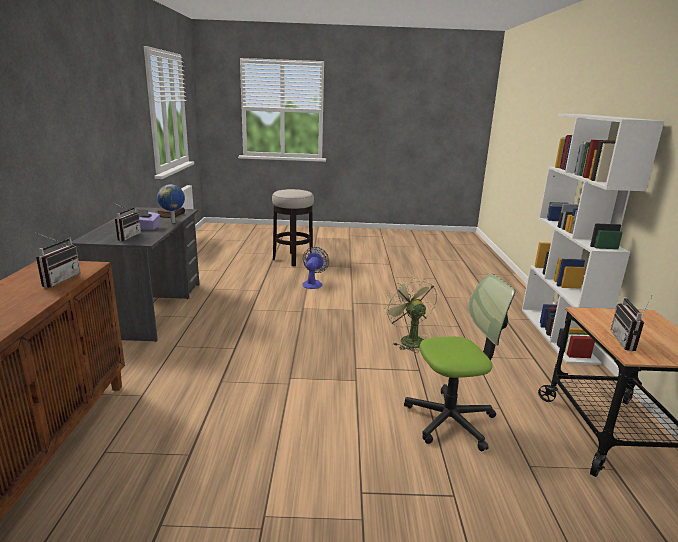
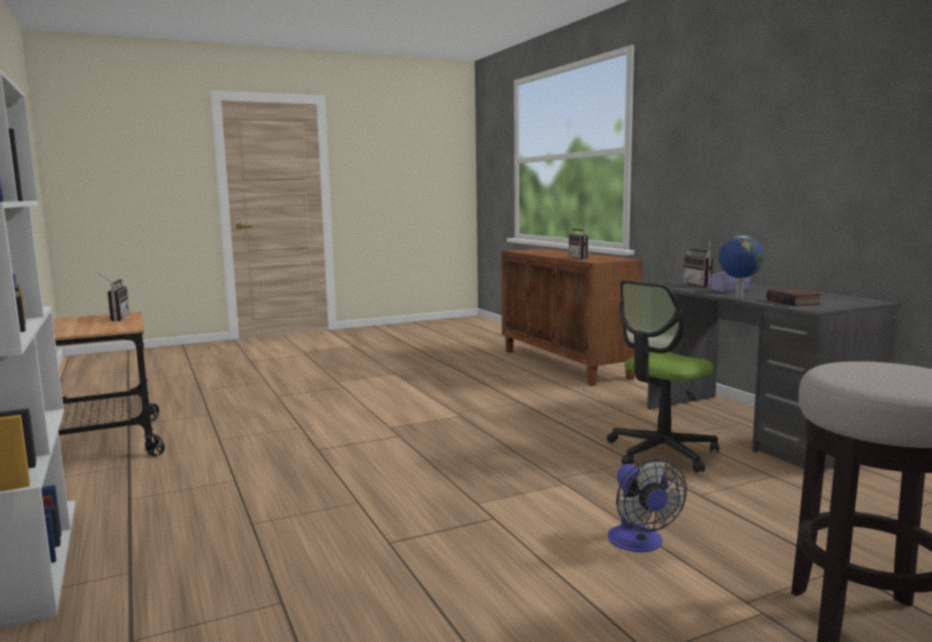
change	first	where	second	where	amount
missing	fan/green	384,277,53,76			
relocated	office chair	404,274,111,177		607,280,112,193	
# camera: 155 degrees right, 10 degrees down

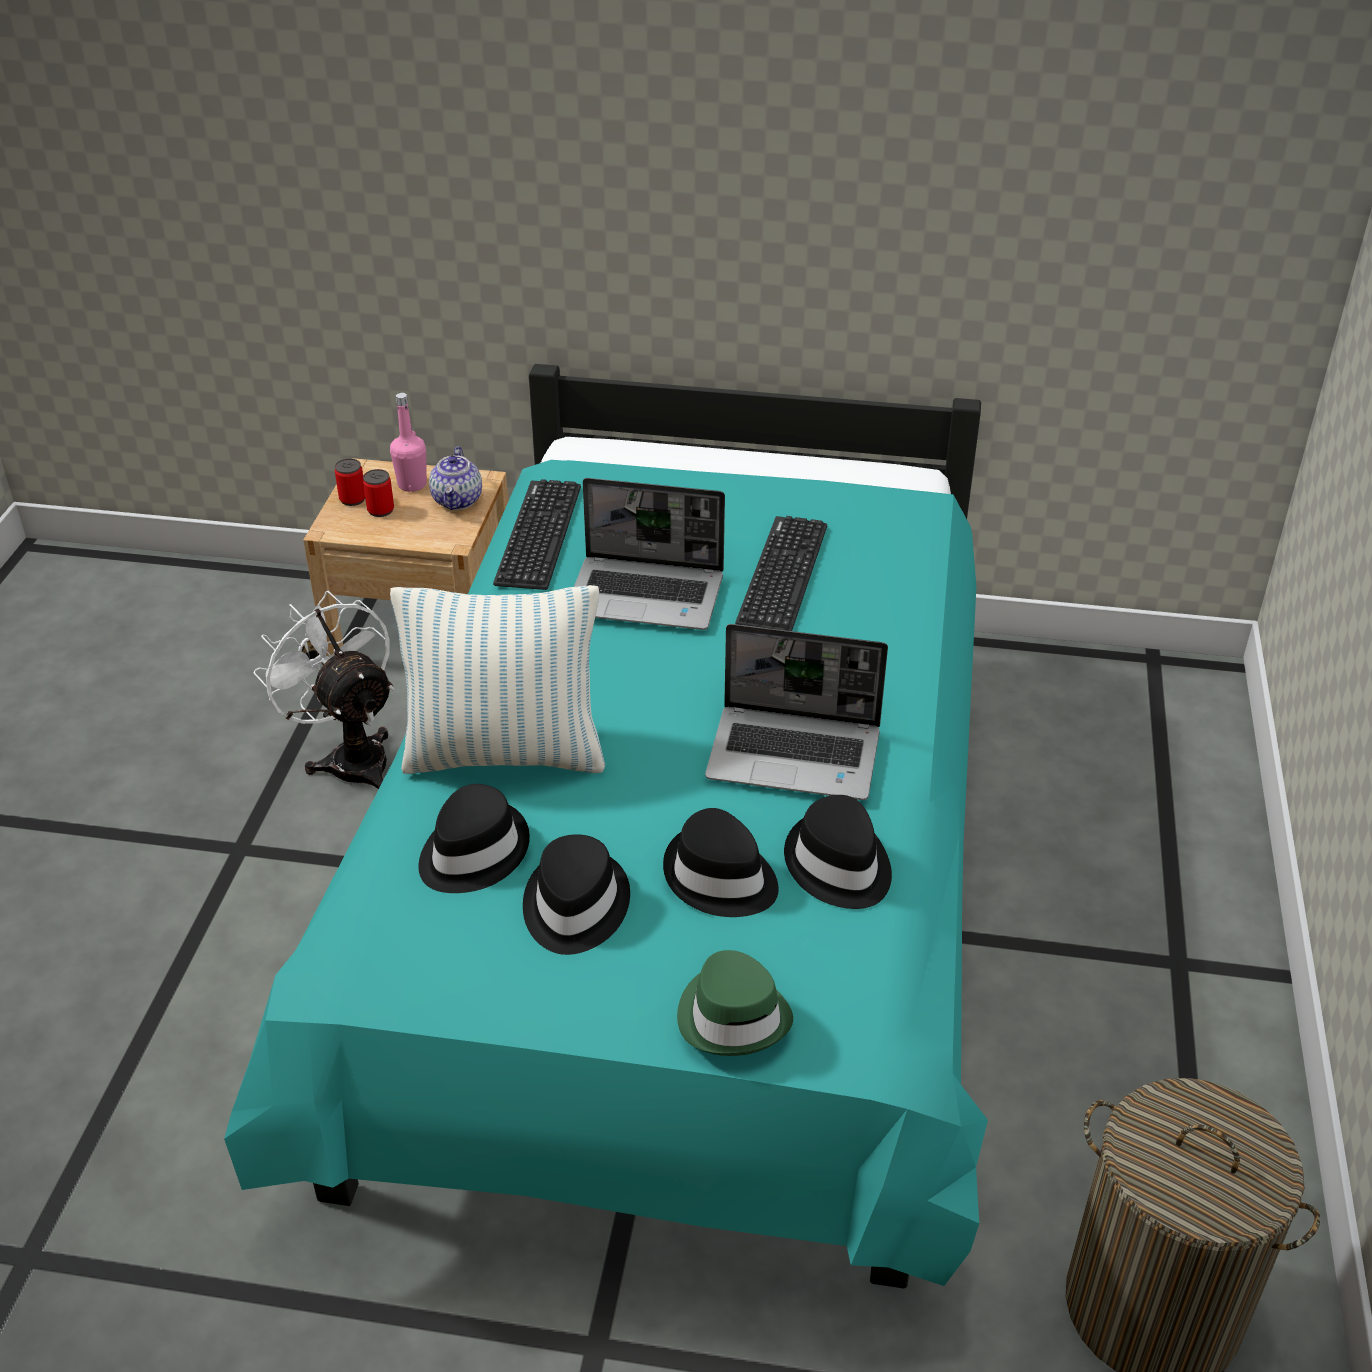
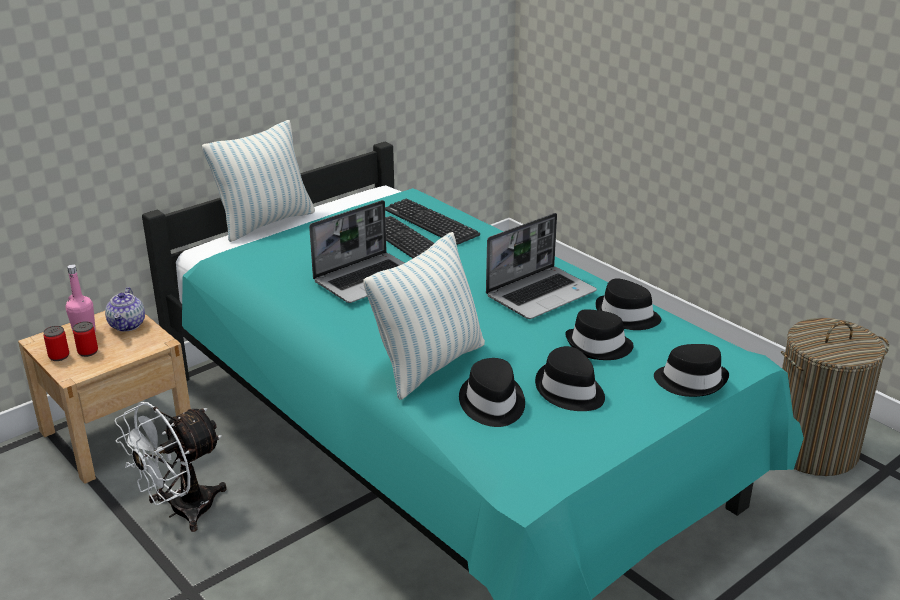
change	first	where	second	where	amount
appeared			pillow	202,120,113,122	
relocated	keyboard	493,479,88,111		385,199,95,46	
colour	hat/green	677,950,116,106	hat/black	654,344,75,53	
spun	fan/white	254,591,140,198		115,402,111,130	45 degrees counterclockwise
spun	teapot	429,447,53,63		105,287,40,44	45 degrees clockwise
# camera: 50 degrees left, 10 degrees down

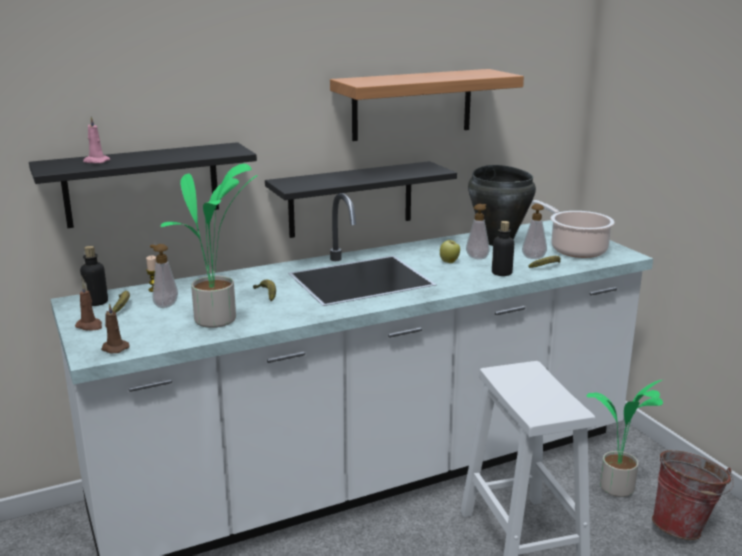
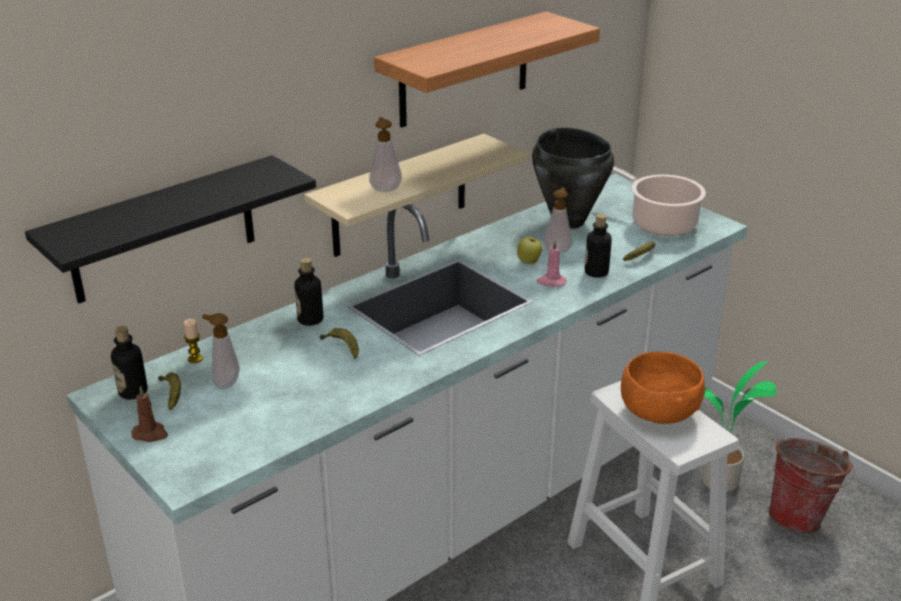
change	first	where	second	where	amount
missing	candle/brown	101,303,29,50			
missing	potted plant	160,164,98,164			
appeared			bottle	294,258,29,68	
appeared			bowl/orange	621,352,84,72	
relocated	candle/pink	83,116,27,47		537,240,29,47	
relocated	soap dispenser	522,203,25,56		369,117,33,75	
colour	shelf/black	265,161,192,77	shelf/beige	304,134,225,123	
# camera: 15 degrees left, 10 degrees up

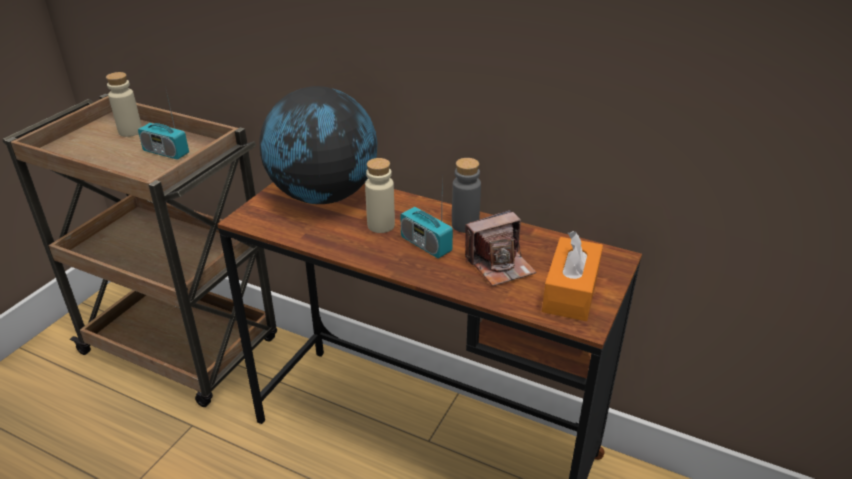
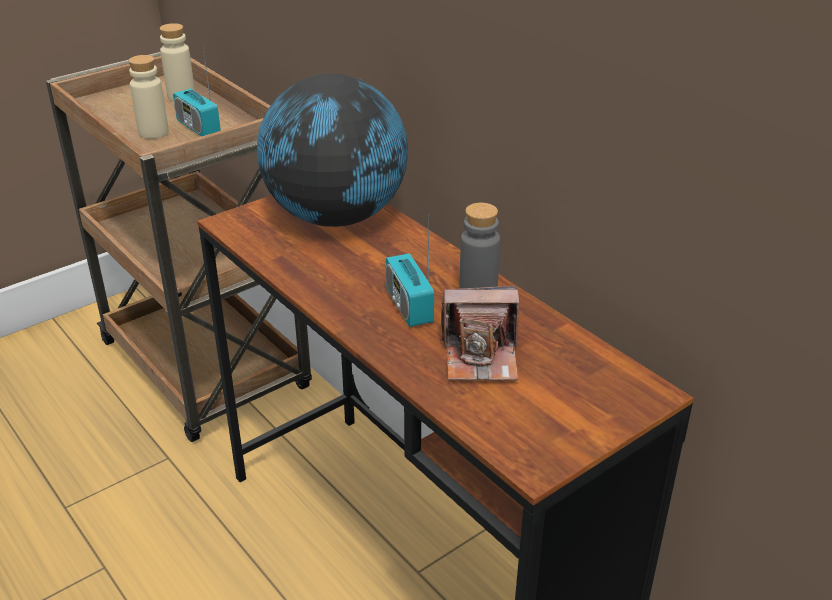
change	first	where	second	where	amount
missing	tissue box/orange	542,231,61,90			
relocated	bottle/beige	365,158,30,75		129,55,40,84	
# camera: 25 degrees right, 0 degrees up

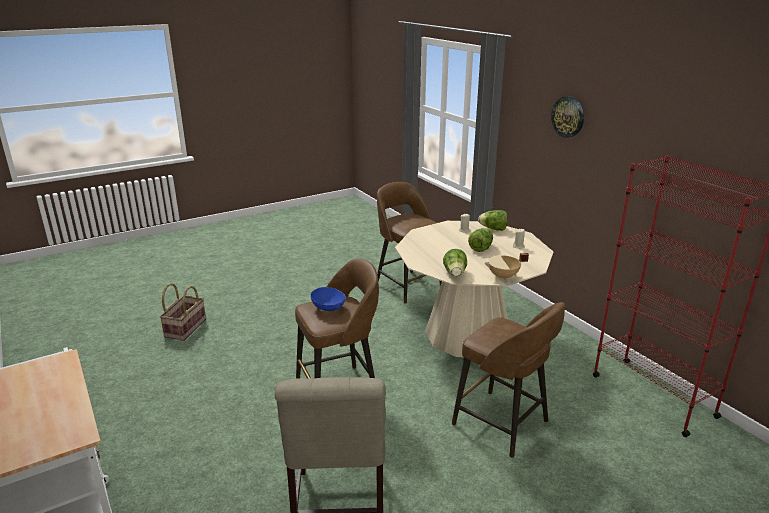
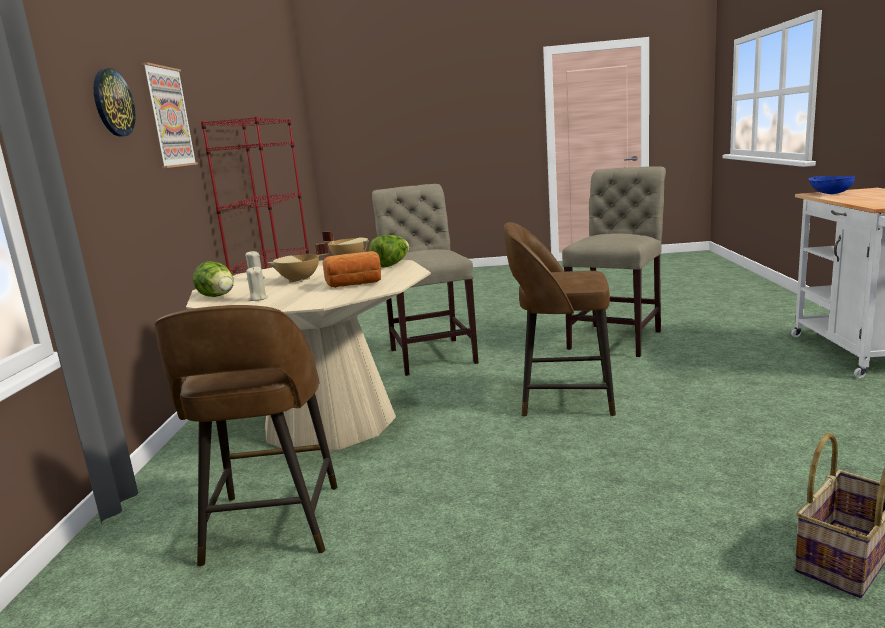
change	first	where	second	where	amount
appeared			picture	142,62,56,106	
appeared			bread	323,251,58,37	
relocated	bowl/blue	311,287,35,24		809,176,46,18	
exchanged	stool/brown	452,302,113,156	chair/beige	372,184,106,192	
exchanged	lettuce	468,228,25,24	cooking pot/beige	268,242,60,41	
# camera: 145 degrees left, 10 degrees down

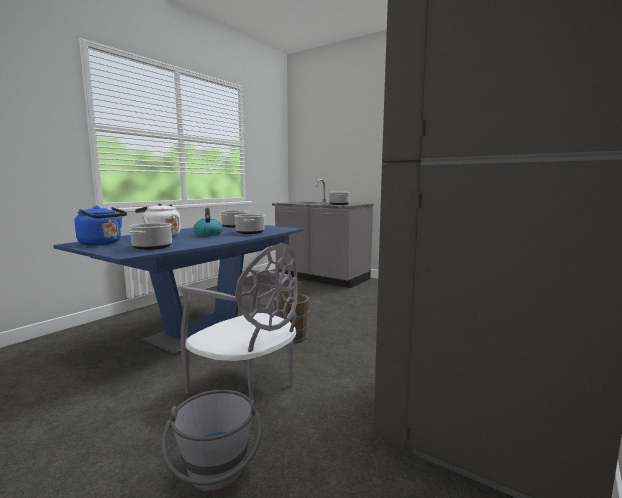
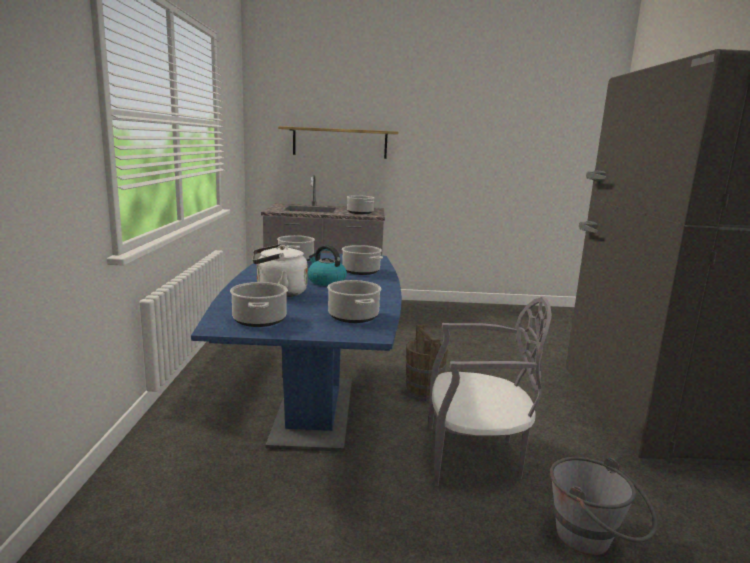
change	first	where	second	where	amount
appeared			shelf	278,126,121,33	
exchanged	kettle/blue	75,206,52,40	cooking pot	230,282,58,45	
# camera: 35 degrees left, 5 degrees up

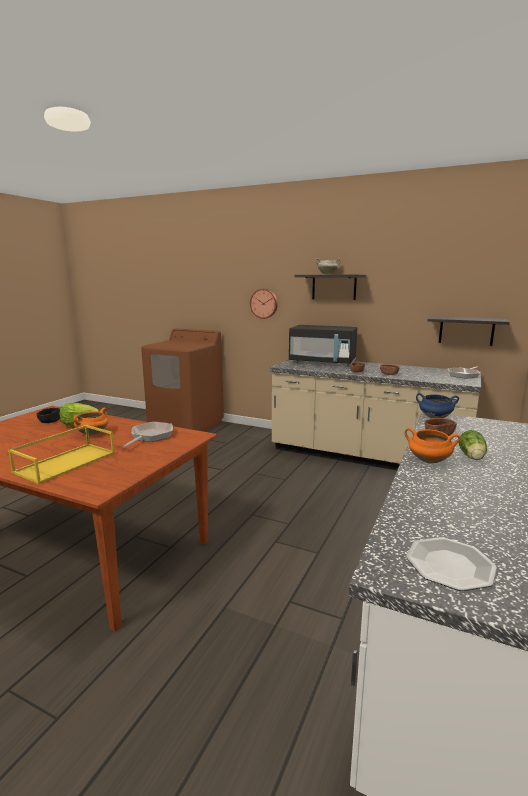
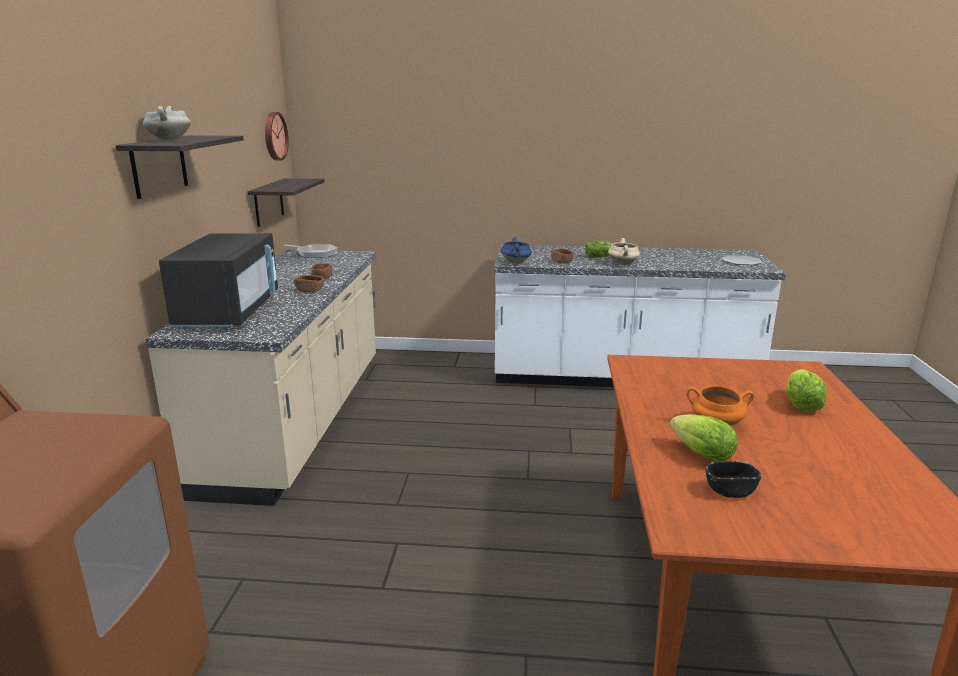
change	first	where	second	where	amount
missing	frying pan	123,422,50,25			
relocated	wall clock	250,289,28,30		265,112,24,49	
exchanged	tray/yellow	8,425,107,59	lettuce	787,369,40,43	
colour	cooking pot/orange	404,428,57,36	cooking pot/beige	608,238,32,27	
# camera: 110 degrees left, 5 degrees up

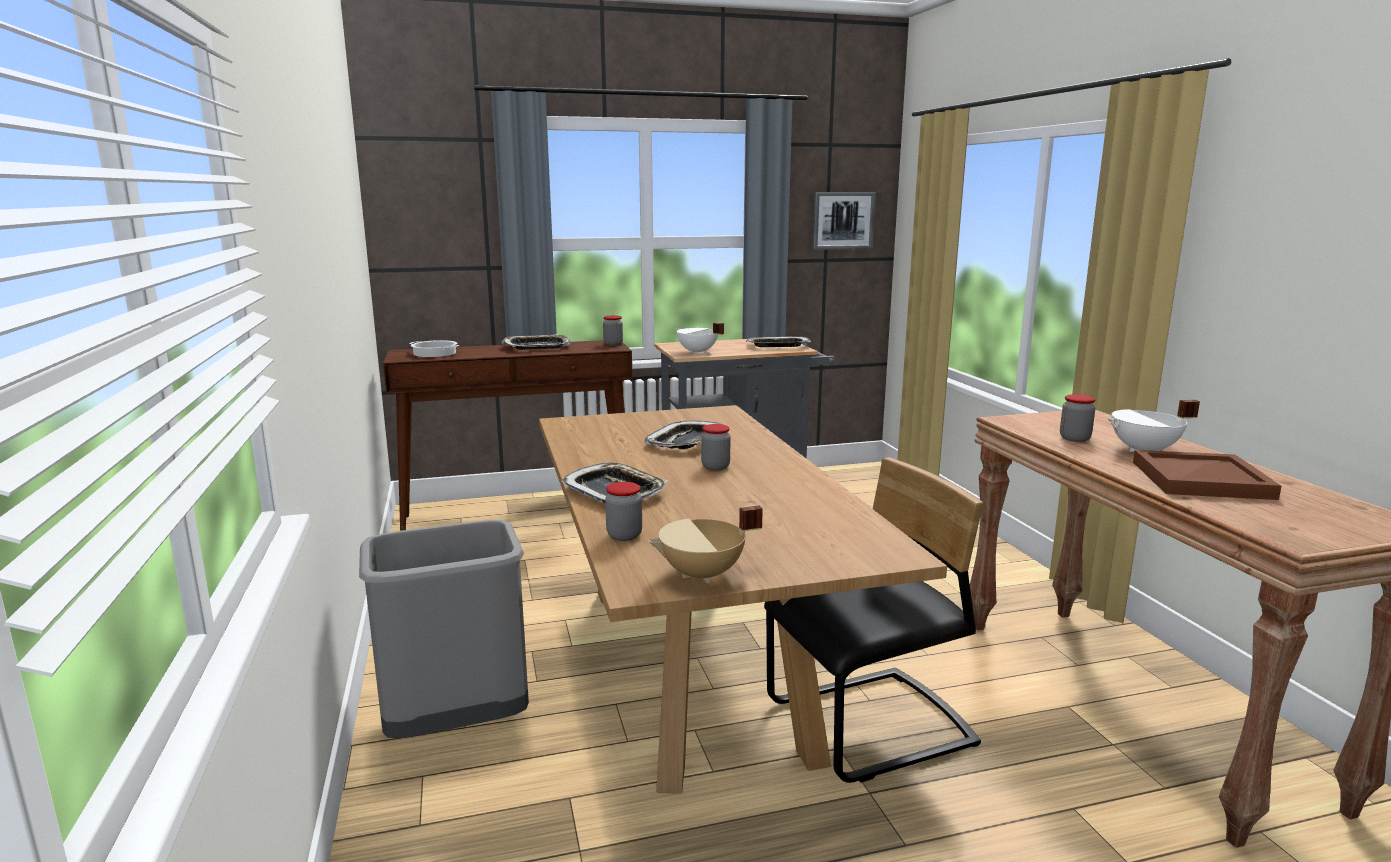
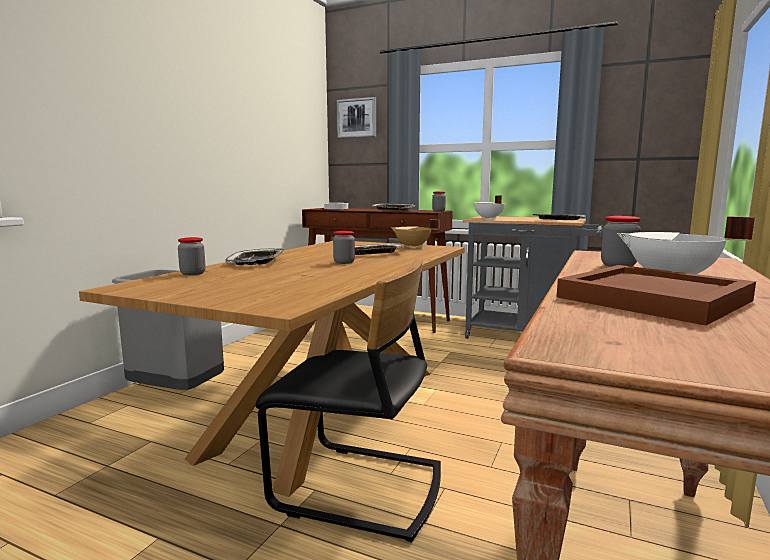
change	first	where	second	where	amount
relocated	cooking pot/beige	648,506,115,78		391,219,49,29	
relocated	picture	812,192,64,58		336,97,40,42	
# camera: 40 degrees right, 5 degrees down

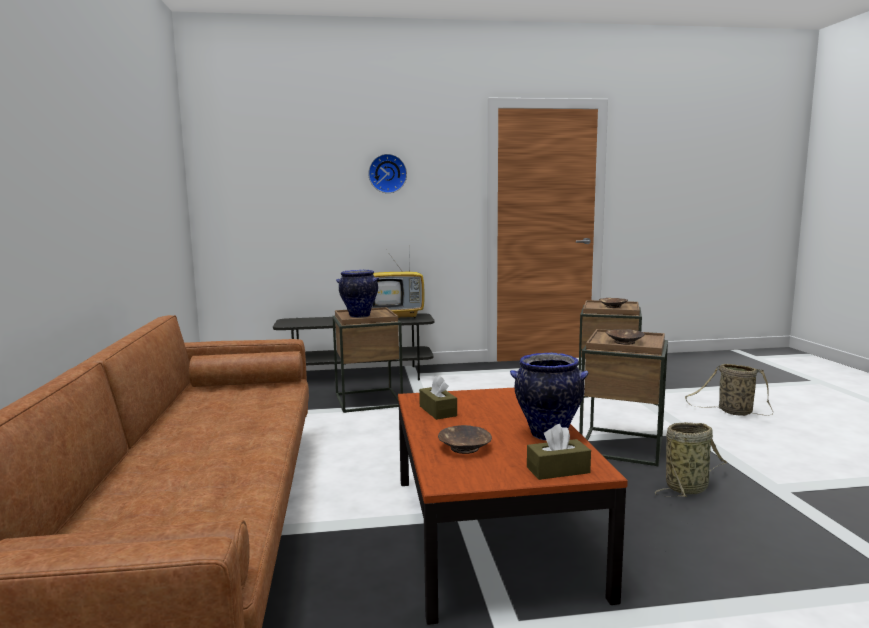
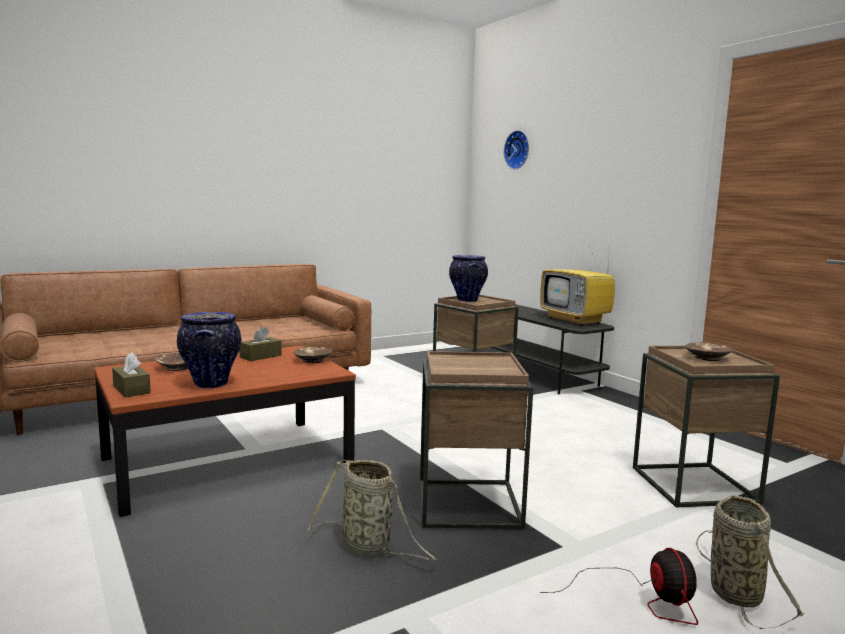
change	first	where	second	where	amount
appeared			fan	540,548,158,77	
relocated	wall clock	368,154,39,39		504,130,25,39	
relocated	bowl/brown	606,329,39,16		293,347,40,16	
# camera: 65 degrees right, 0 degrees up

